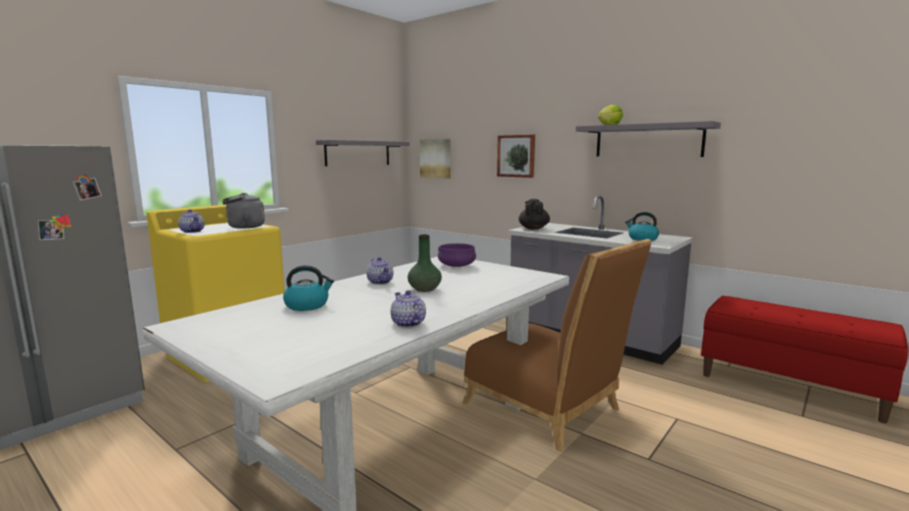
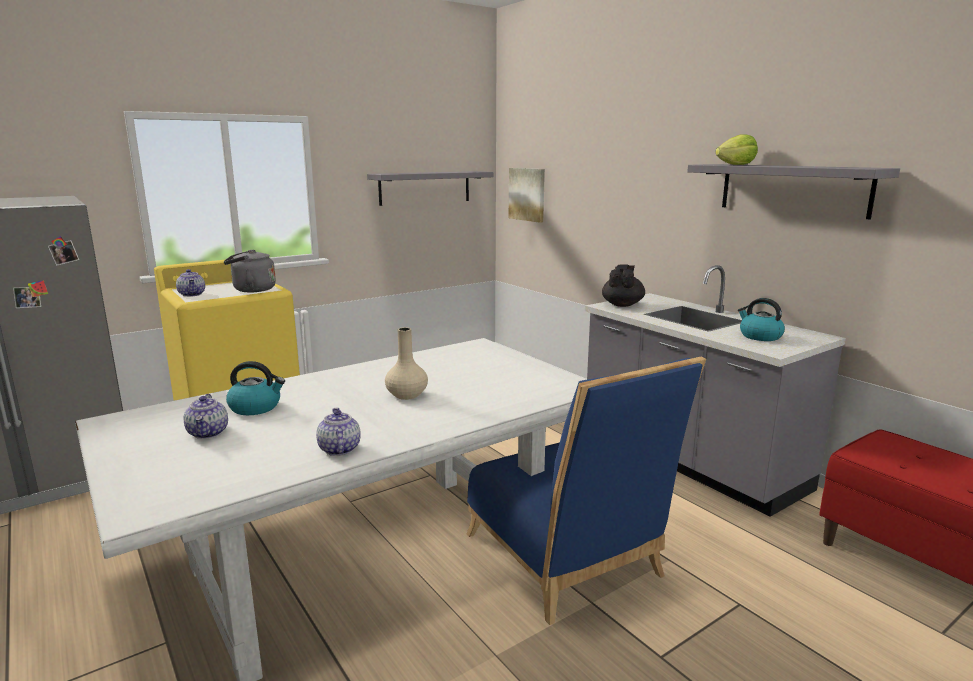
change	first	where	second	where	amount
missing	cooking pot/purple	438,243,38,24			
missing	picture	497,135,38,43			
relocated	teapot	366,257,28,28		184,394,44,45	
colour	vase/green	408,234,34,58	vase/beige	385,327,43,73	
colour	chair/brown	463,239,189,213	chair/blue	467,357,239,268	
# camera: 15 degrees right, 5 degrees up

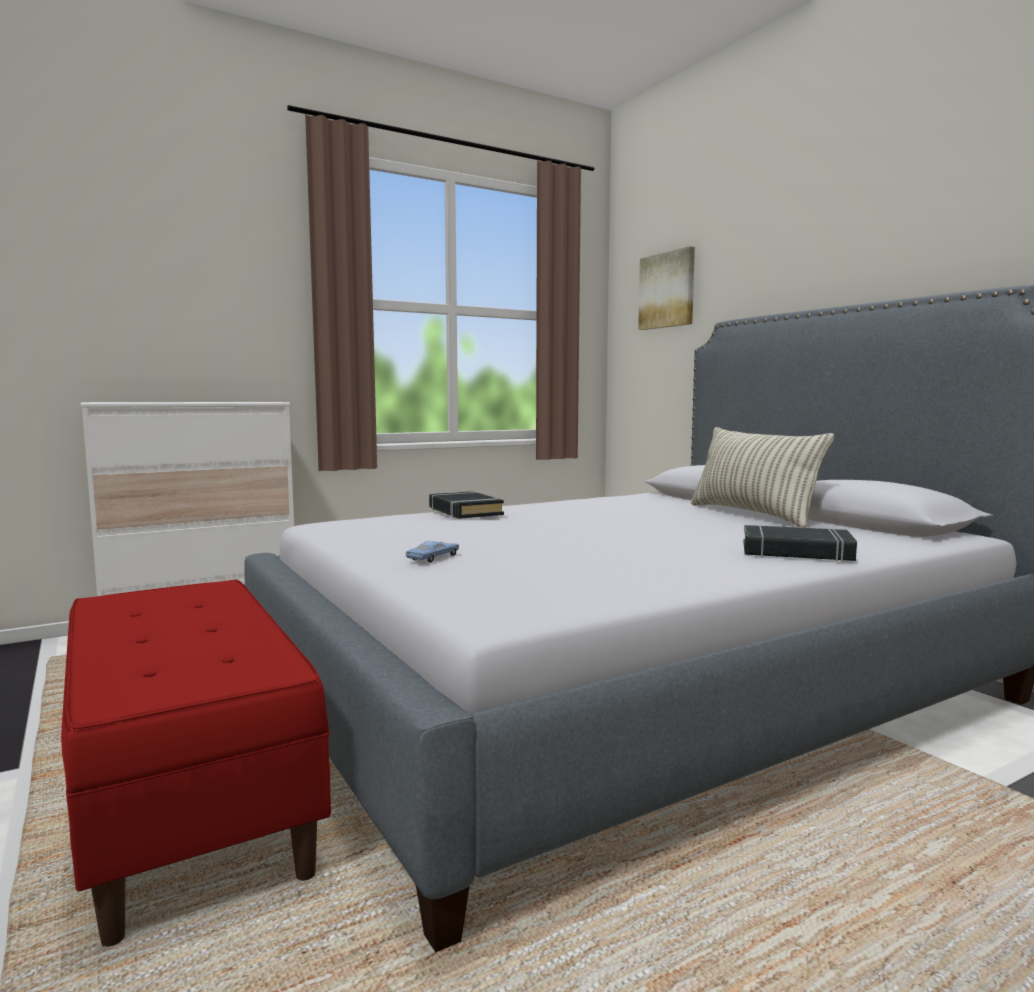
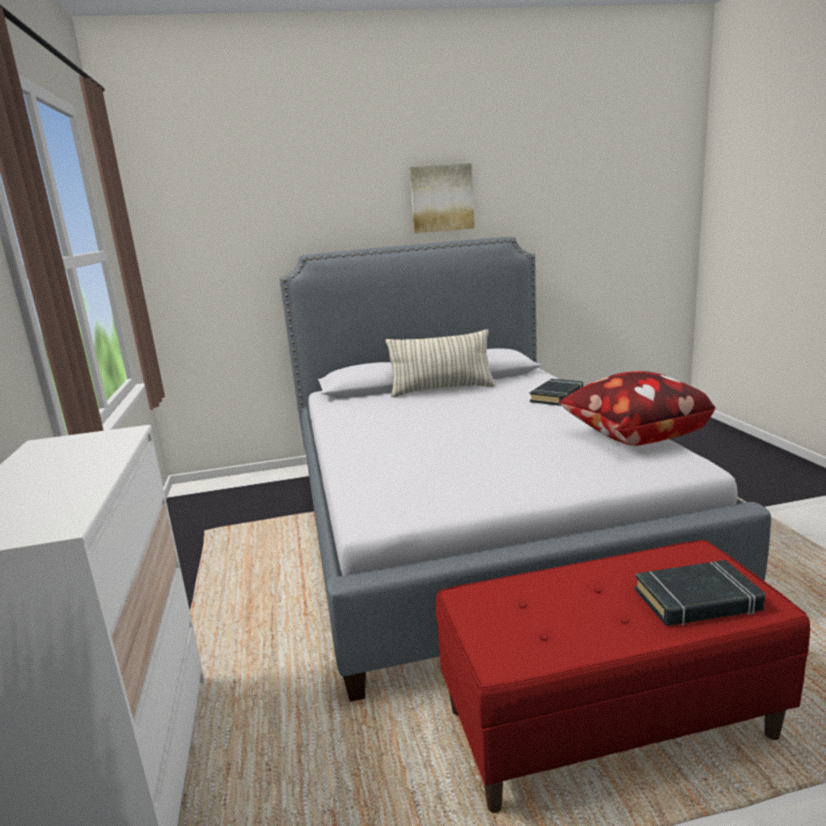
change	first	where	second	where	amount
missing	toy car/blue	406,541,53,22			
appeared			pillow	559,371,156,75	
relocated	book/black	429,491,75,28		635,560,130,66	
relocated	picture	638,246,57,84		409,163,65,70	
# camera: 70 degrees left, 10 degrees up

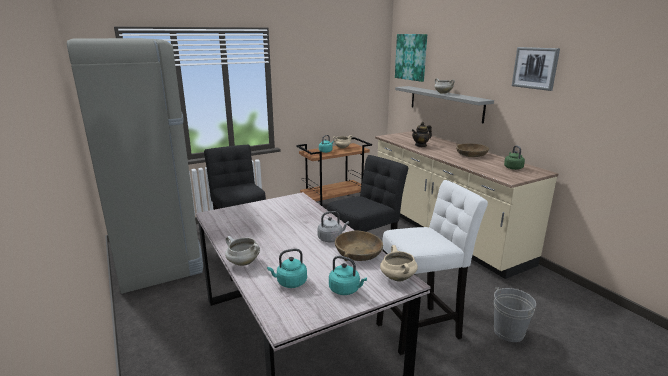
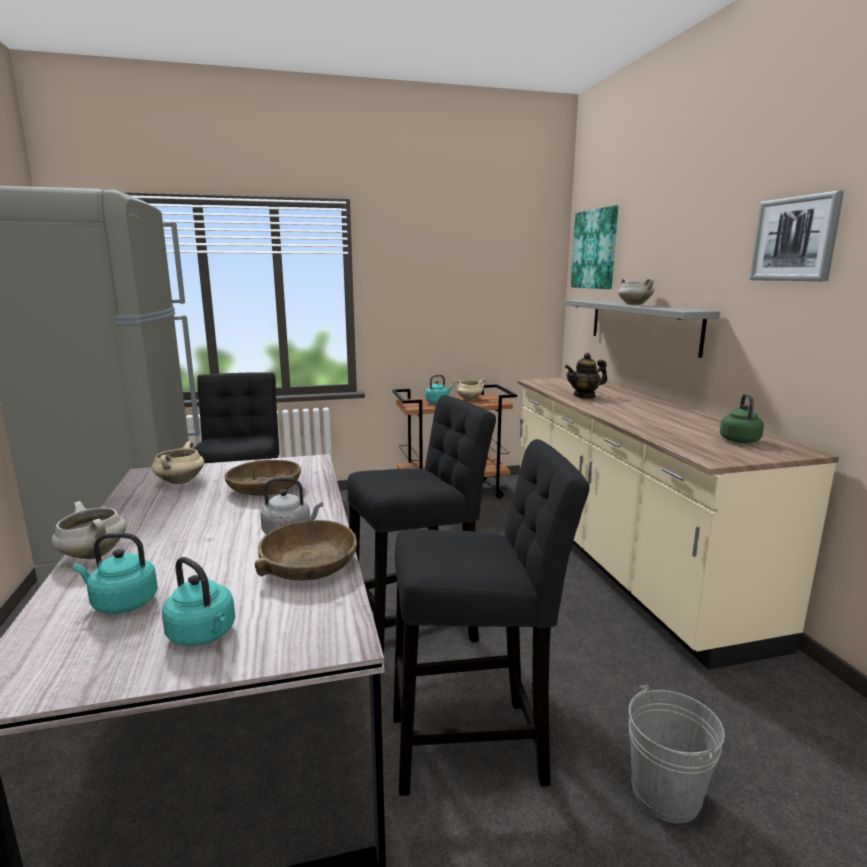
change	first	where	second	where	amount
relocated	cooking pot/beige	380,245,38,36		152,441,52,43	
relocated	bowl/brown	456,143,33,14		224,460,77,36	
colour	stool/white	376,180,112,175	stool/black	393,439,197,357	
# camera: 15 degrees right, 5 degrees down

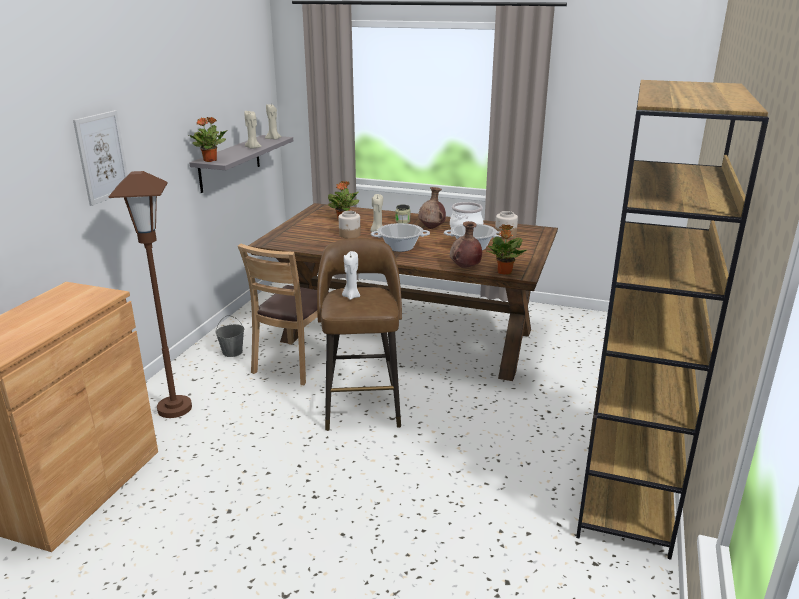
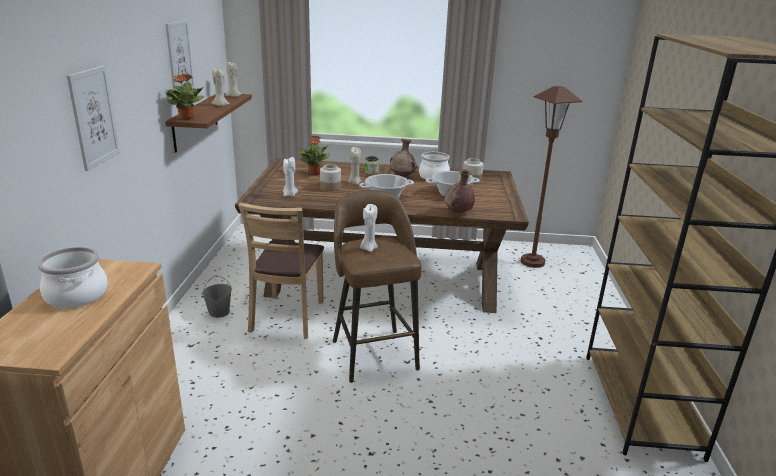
change	first	where	second	where	amount
missing	potted plant	487,224,39,51			
appeared			cooking pot	37,246,71,62	
appeared			picture	165,20,30,73	
appeared			candle/white	283,157,15,40	
relocated	floor lamp/brown	109,171,83,247		521,86,62,182	
colour	shelf/grey	190,135,103,58	shelf/brown	165,93,87,60	
# camera: 15 degrees left, 0 degrees up

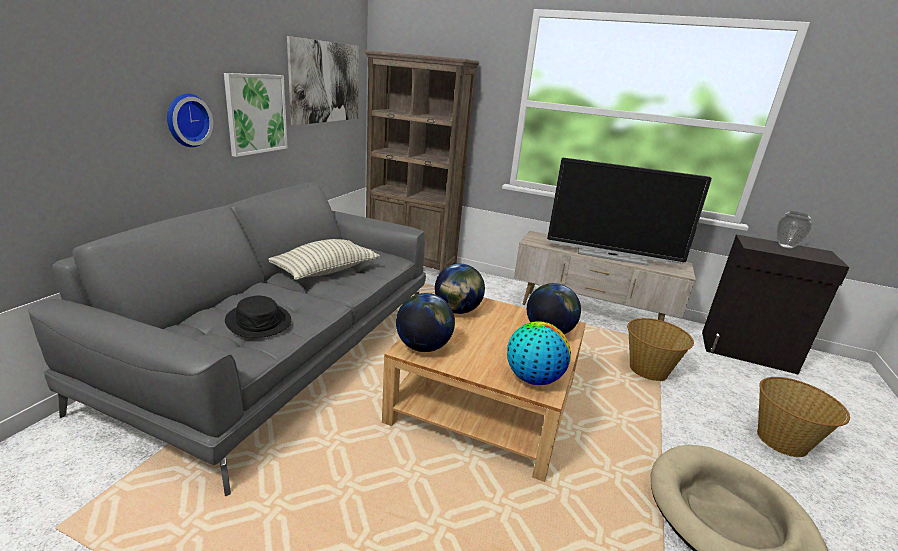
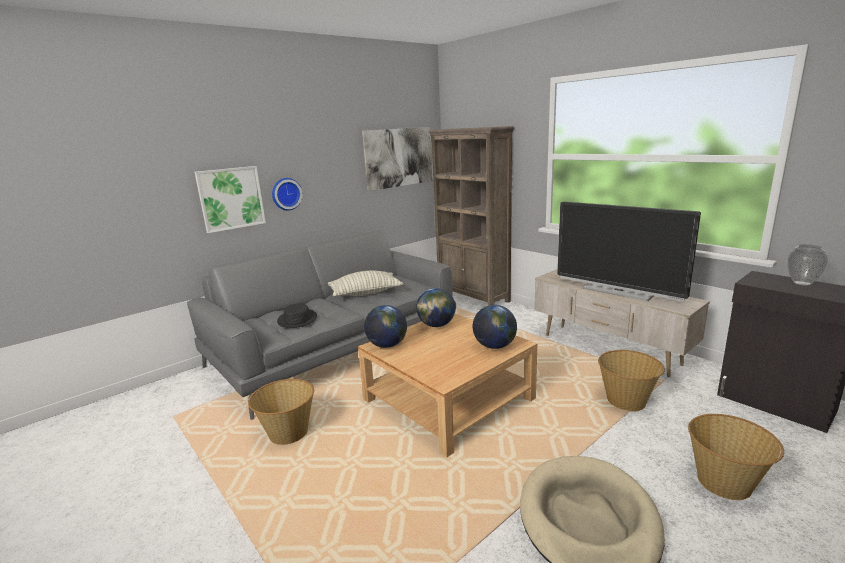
change	first	where	second	where	amount
missing	globe	507,321,64,64			
appeared			basket	248,379,66,66	
relocated	picture	224,73,64,84		195,166,71,67	
# camera: 30 degrees right, 5 degrees down

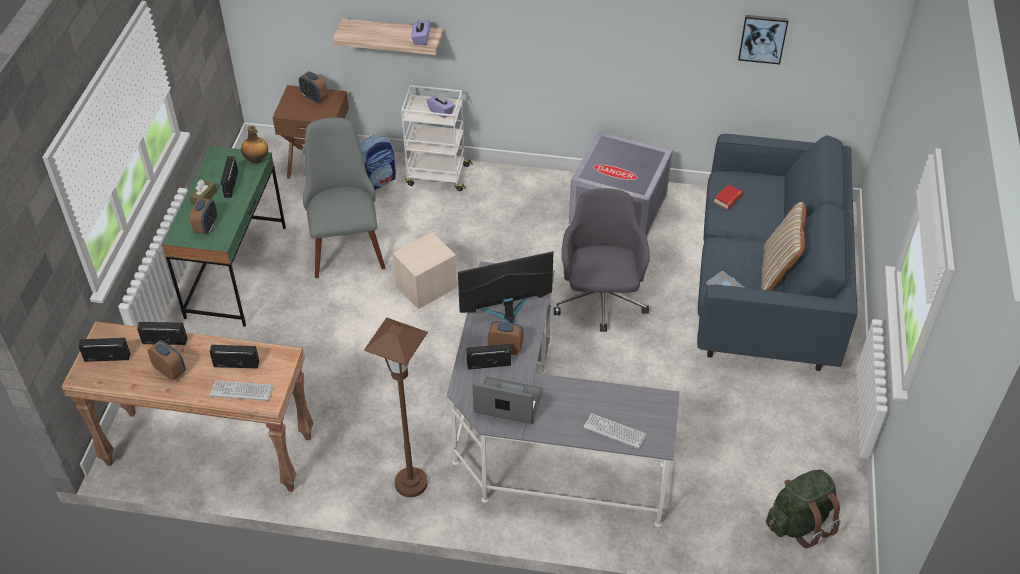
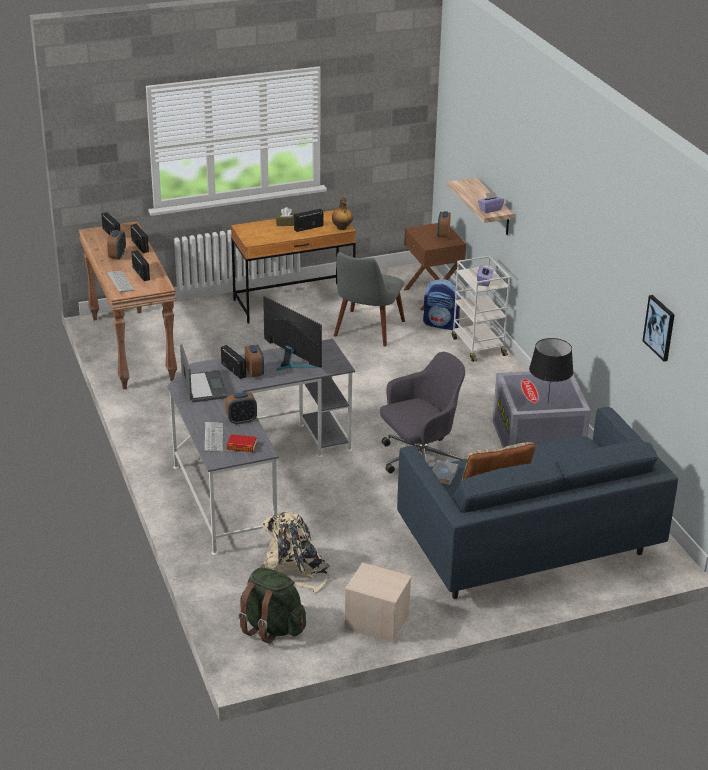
change	first	where	second	where	amount
missing	floor lamp/brown	364,317,64,180			
appeared			backpack/beige	261,511,68,82	
appeared			table lamp/black	529,338,44,63	
relocated	alarm clock	190,198,27,36		225,392,32,33	
relocated	storage box/beige	392,232,65,77		344,562,68,81	
relocated	book	713,184,29,25		227,434,30,18	
colour	desk/green	162,146,124,181	desk/brown	231,210,125,114	
spun	chair/grey	303,117,82,161		334,252,71,94	150 degrees clockwise
# camera: 60 degrees right, 15 degrees down

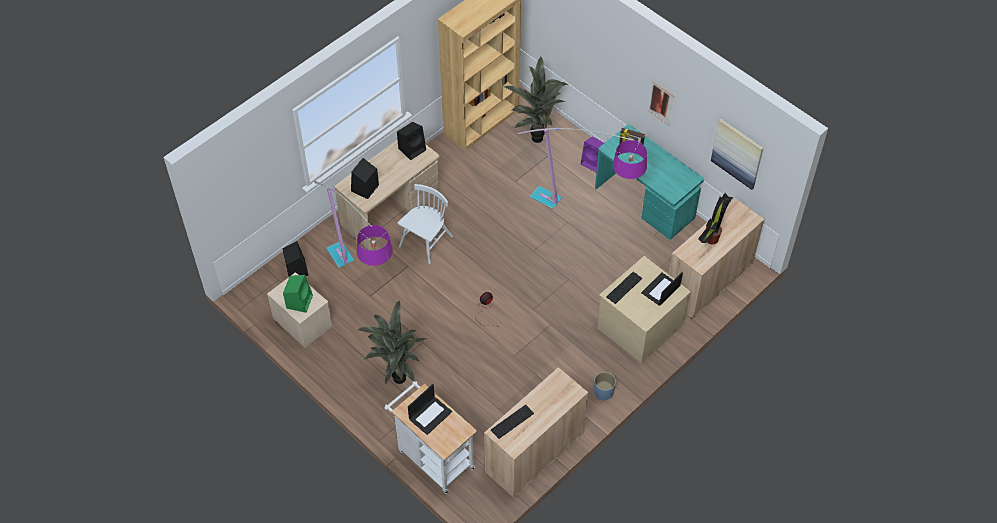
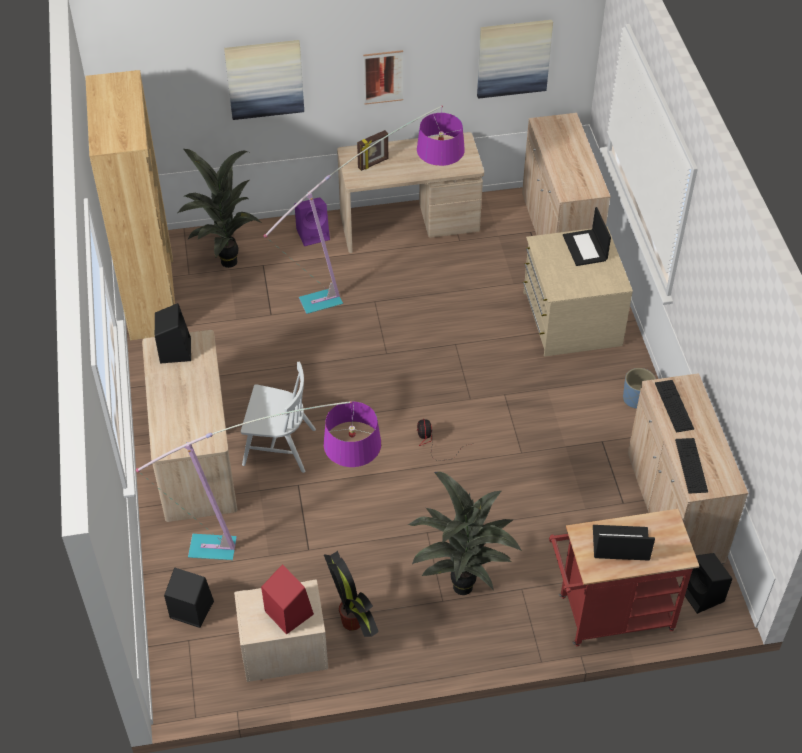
change	first	where	second	where	amount
appeared			picture	224,40,80,80	
relocated	speaker/black	351,158,28,41		680,553,52,61	
relocated	keyboard	606,272,36,32		655,380,39,53	
relocated	potted plant	698,193,35,51		324,551,55,86	
colour	speaker/green	283,275,30,38	speaker/red	261,564,53,71	
colour	cart/white	385,381,92,113	cart/red	549,509,150,137	
colour	desk/turquoise	595,125,109,115	desk/beige	337,132,147,121	
spun	chair/white	398,184,55,80		241,362,75,111	120 degrees clockwise
spun	laptop	408,384,44,51		593,525,62,36	75 degrees counterclockwise
# camera: 55 degrees left, 5 degrees down

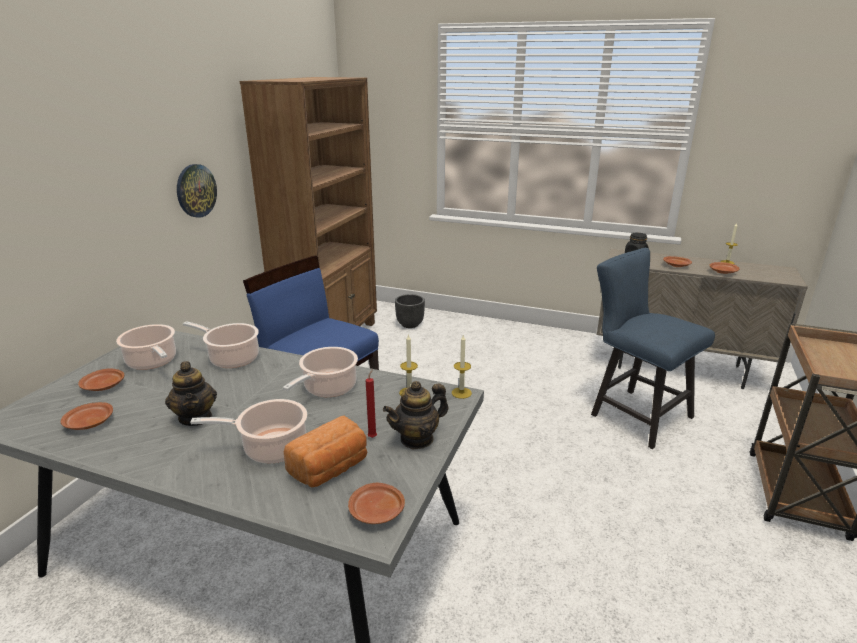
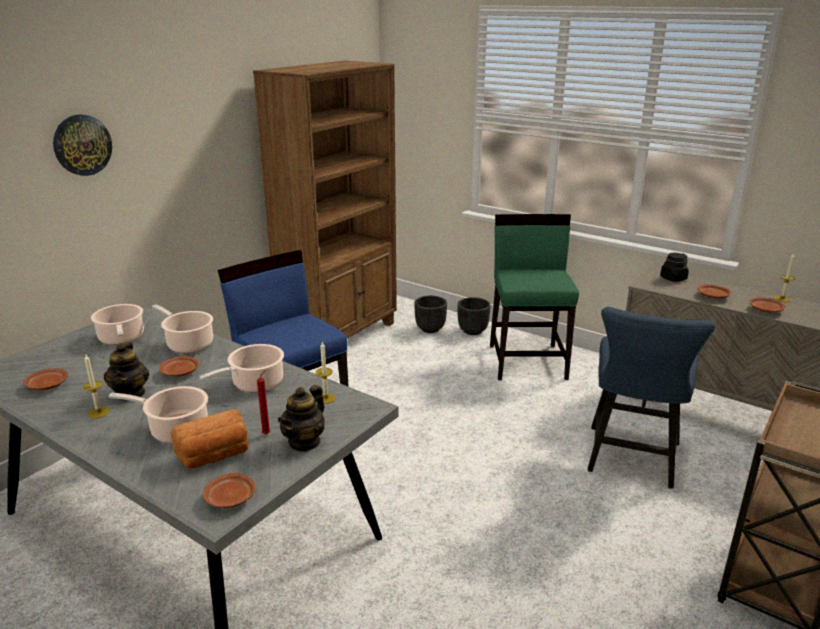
change	first	where	second	where	amount
appeared			planter/black	457,297,34,38	
appeared			chair/green	490,214,89,166	
relocated	plate/brown	78,369,46,22		159,356,40,21	
relocated	wall clock	177,164,40,54		53,114,59,62	
relocated	candle	452,335,20,64		83,355,27,63	
spun	teapot	383,381,65,68		278,385,47,67	45 degrees counterclockwise
spun	chair/blue	591,248,124,201		588,307,127,182	135 degrees counterclockwise
# camera: 15 degrees right, 0 degrees up

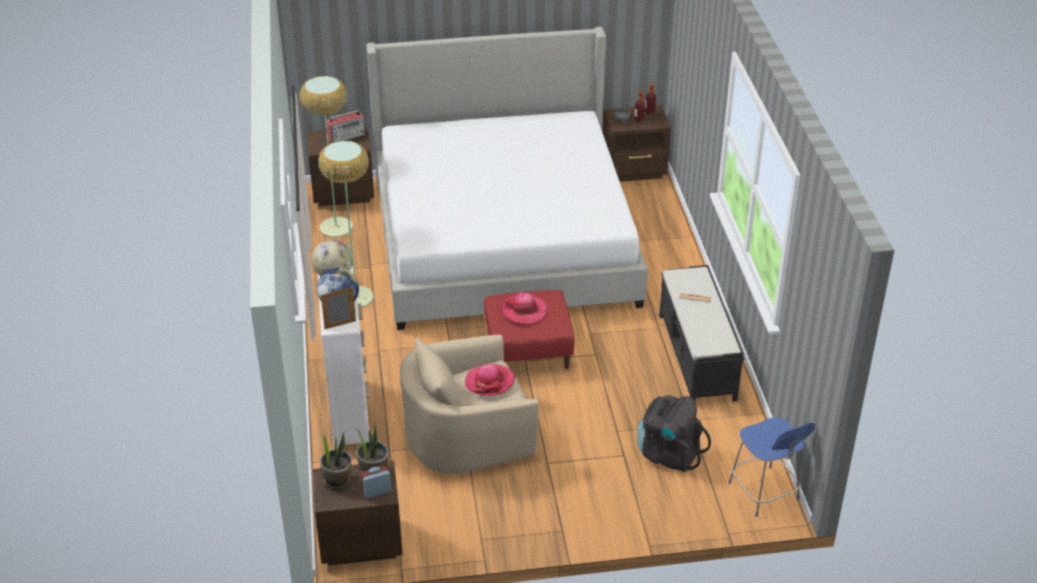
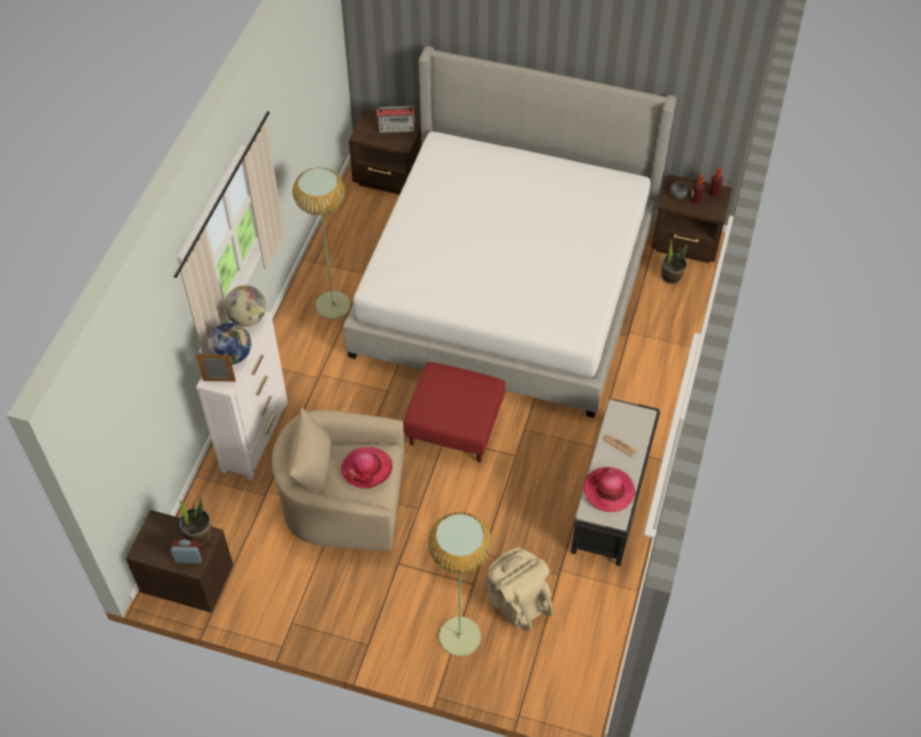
change	first	where	second	where	amount
missing	chair/blue	728,417,87,100			
relocated	floor lamp	300,75,53,162		428,512,64,144	
relocated	potted plant	320,432,32,57		661,239,27,45	
relocated	hat	501,292,46,32		584,467,52,45	
colour	backpack/black	637,395,74,77	backpack/beige	487,548,67,83	
# camera: 25 degrees right, 15 degrees up

